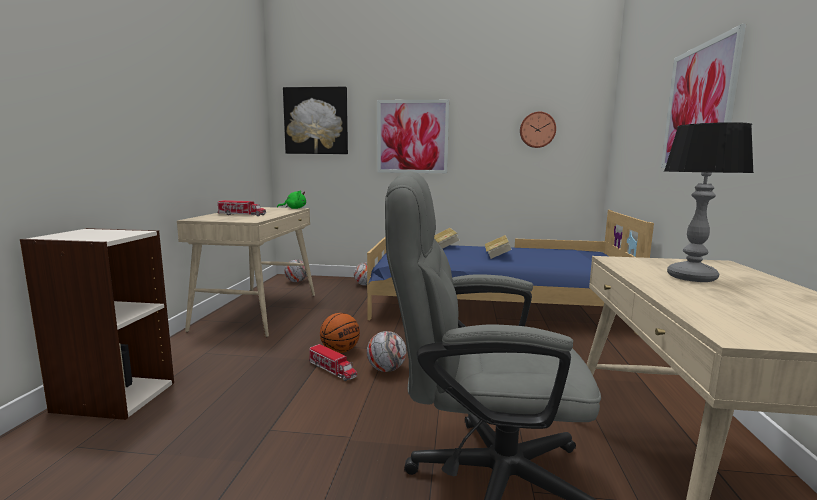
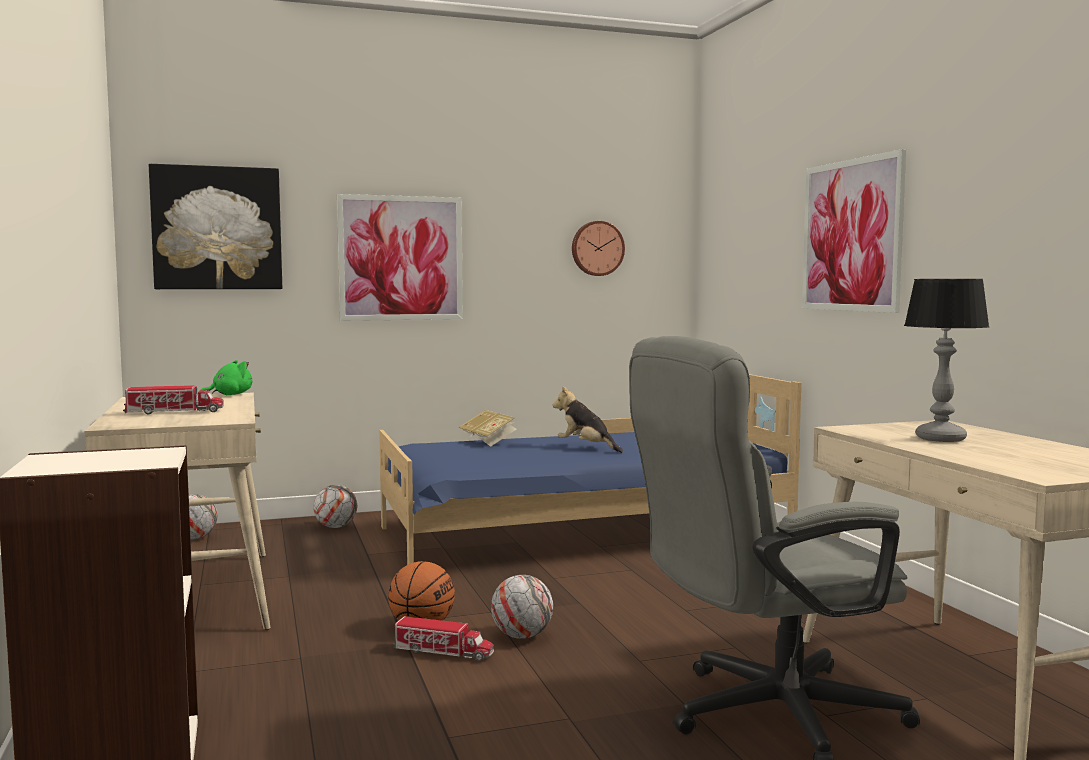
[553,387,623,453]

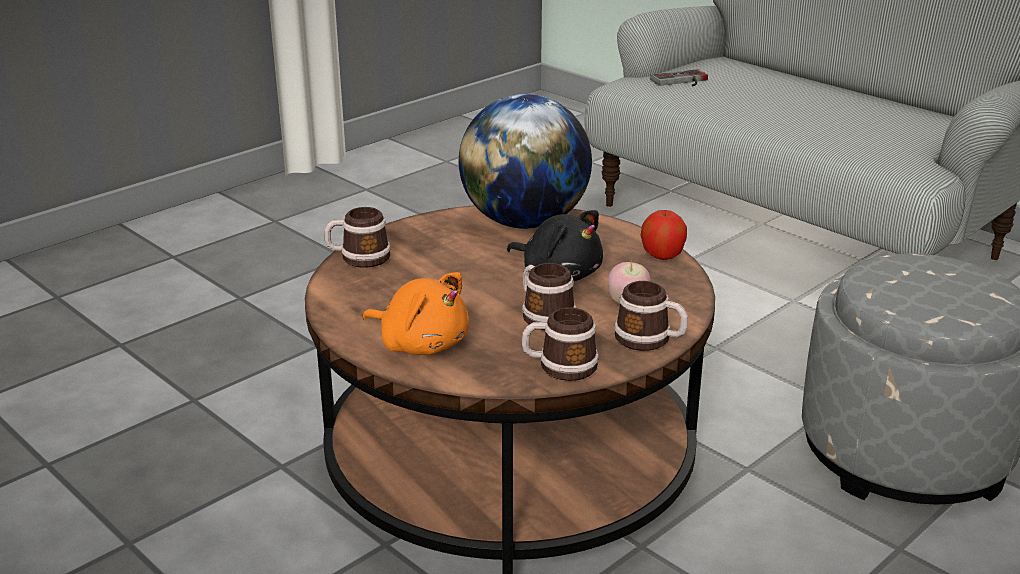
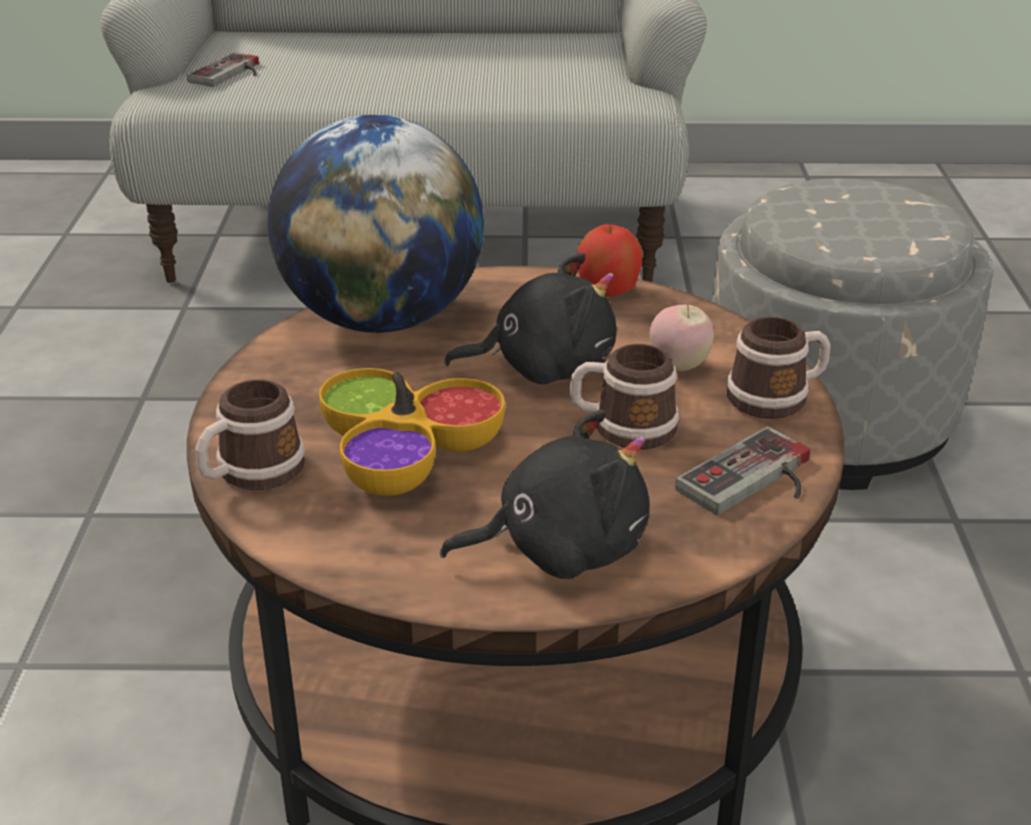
[440,410,649,579]
[675,426,810,515]
[319,368,505,496]

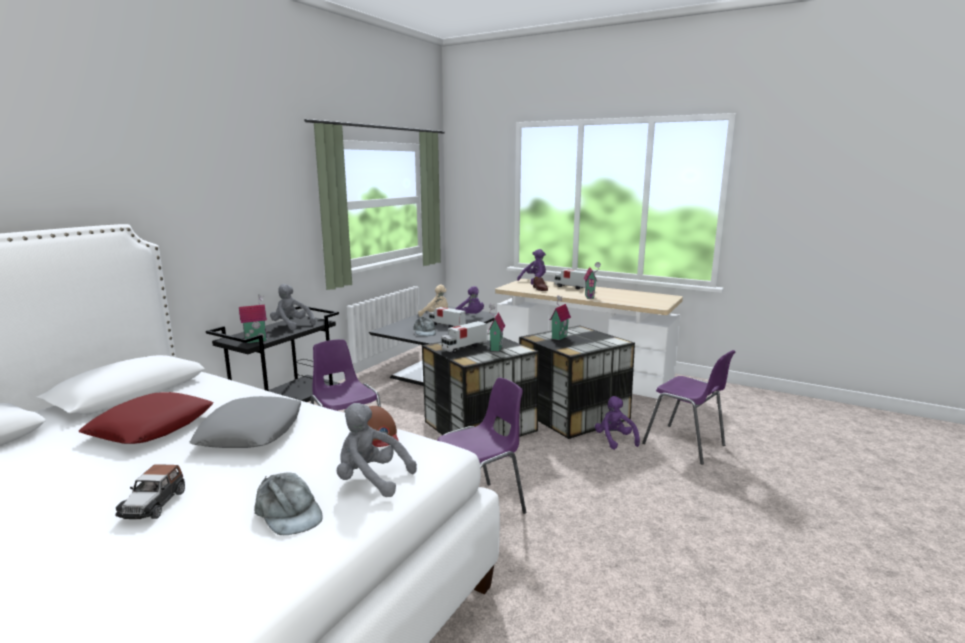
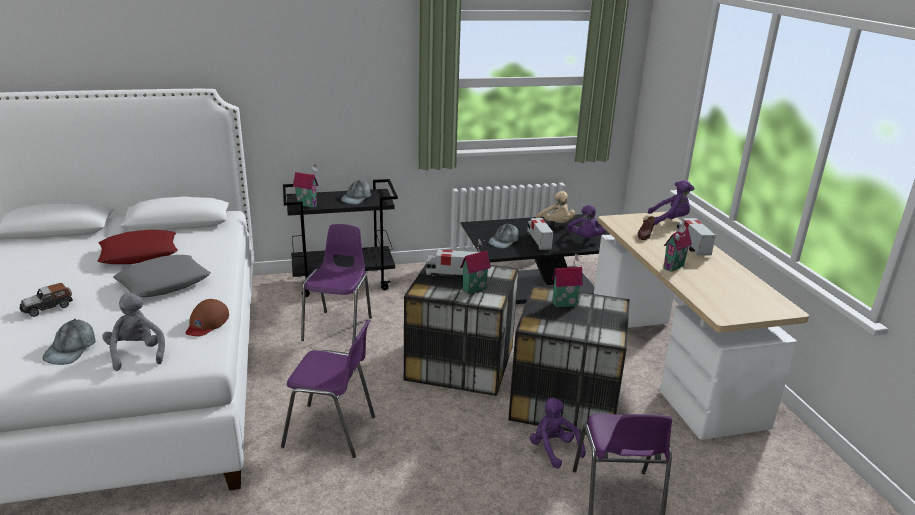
[341,180,371,205]
[530,398,586,469]

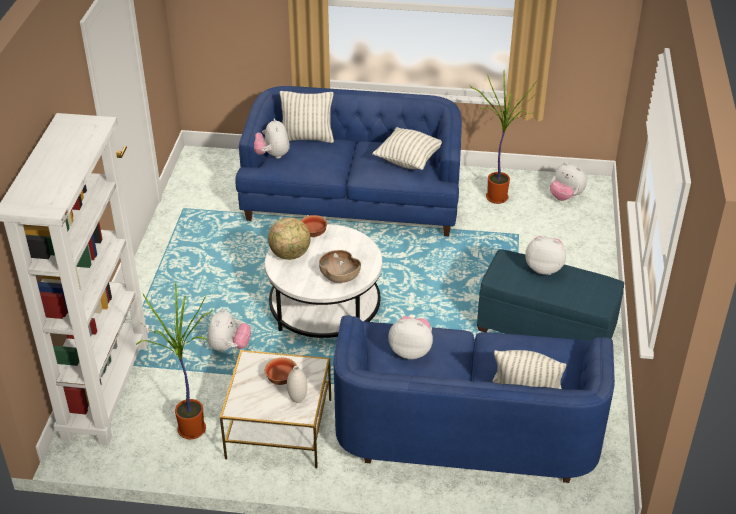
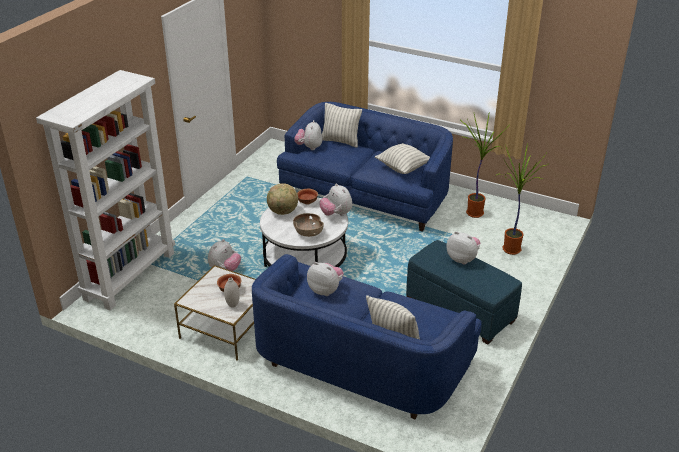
[496,143,550,255]
[320,183,352,216]

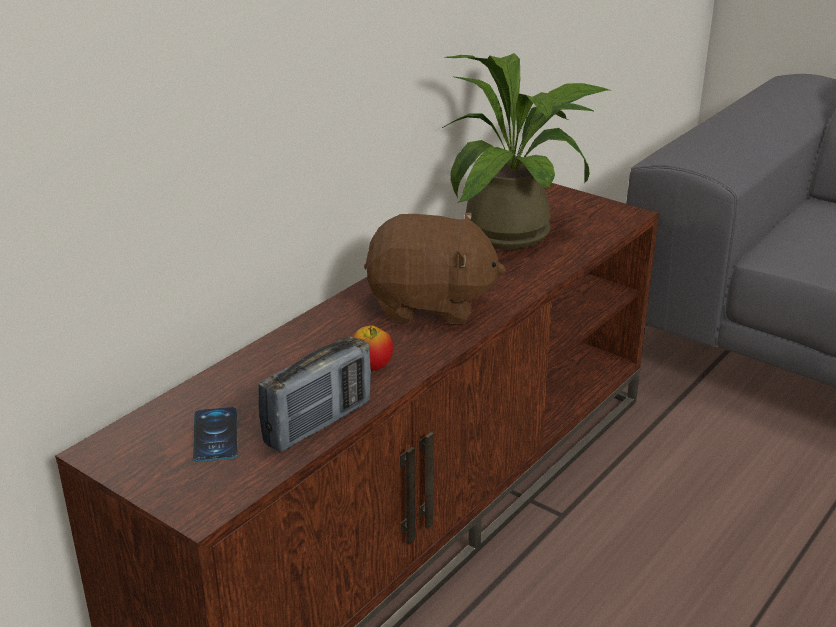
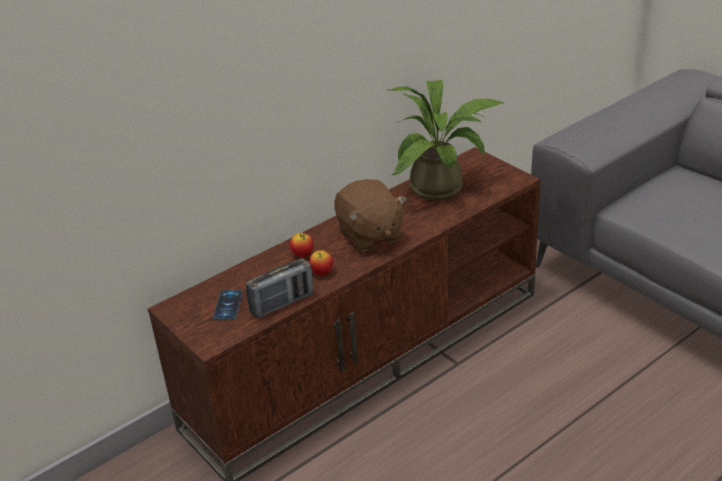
[334,179,407,252]
[290,233,314,257]

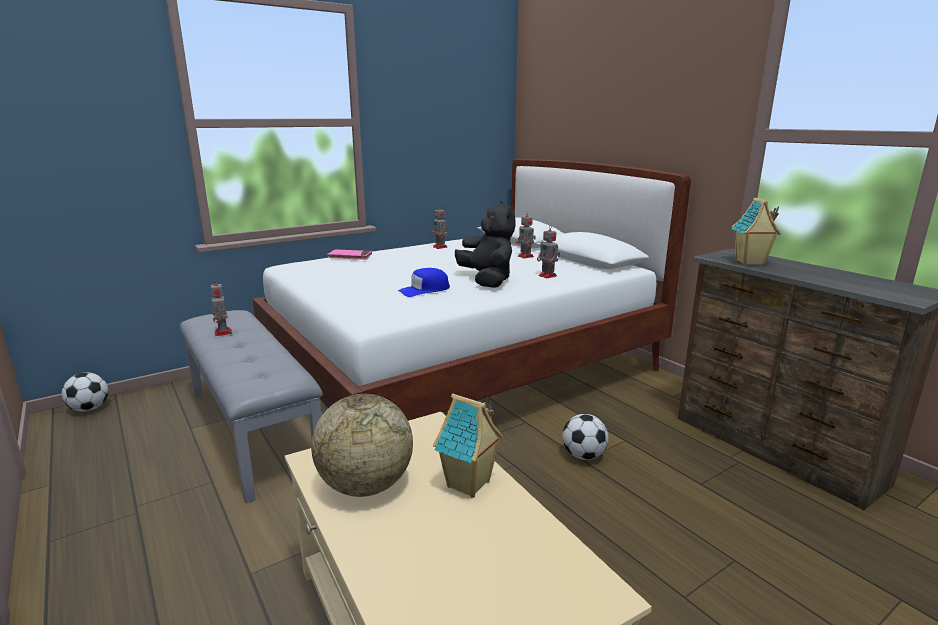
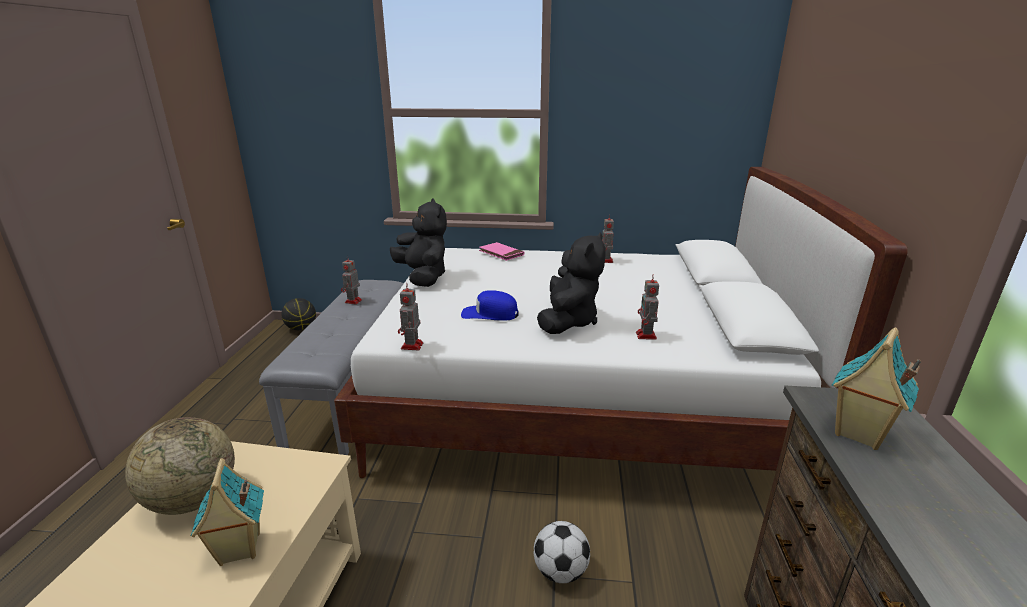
[281,298,316,330]
[398,283,423,350]
[390,198,447,287]

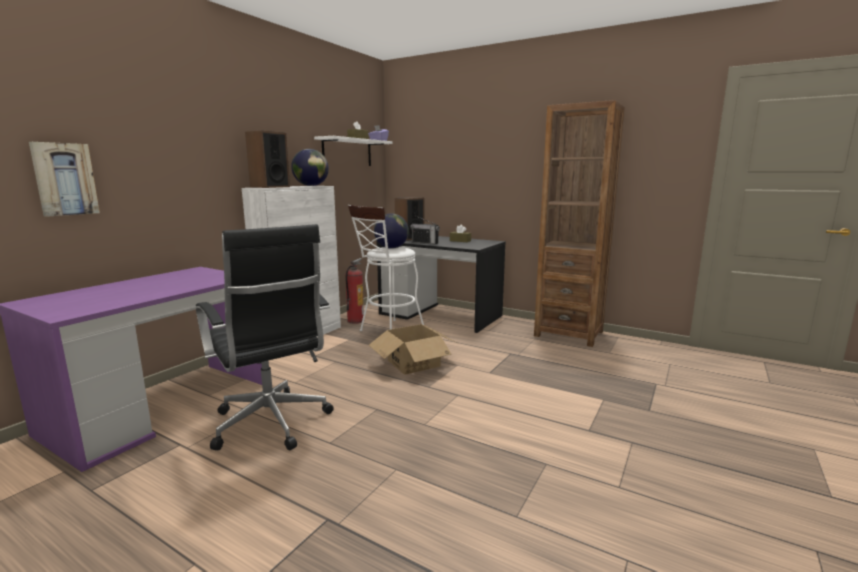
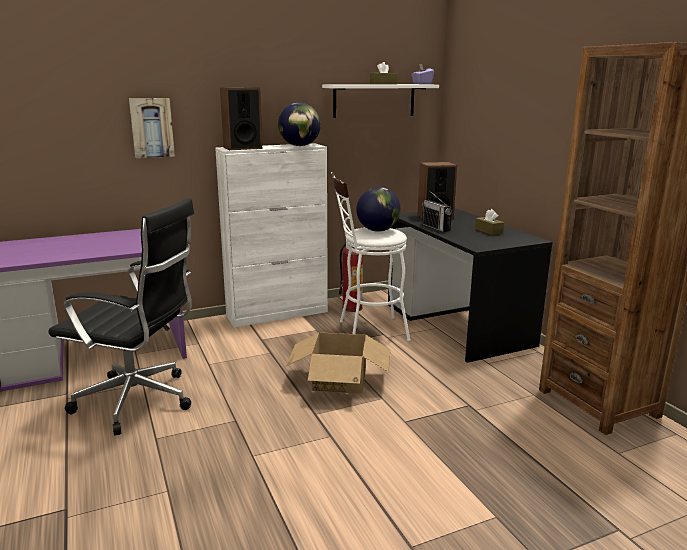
[129,98,175,158]
[48,198,194,436]

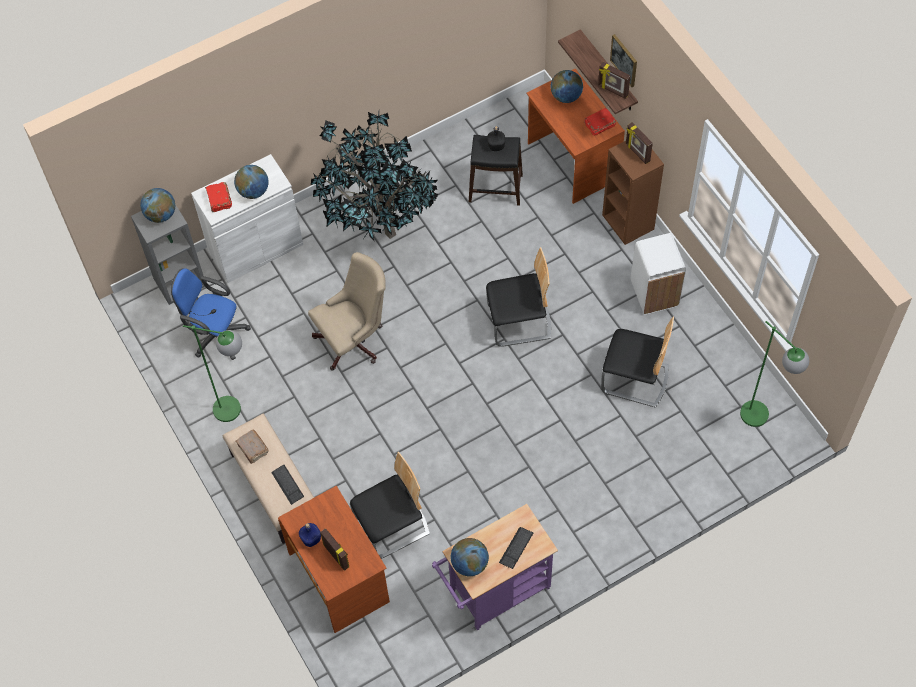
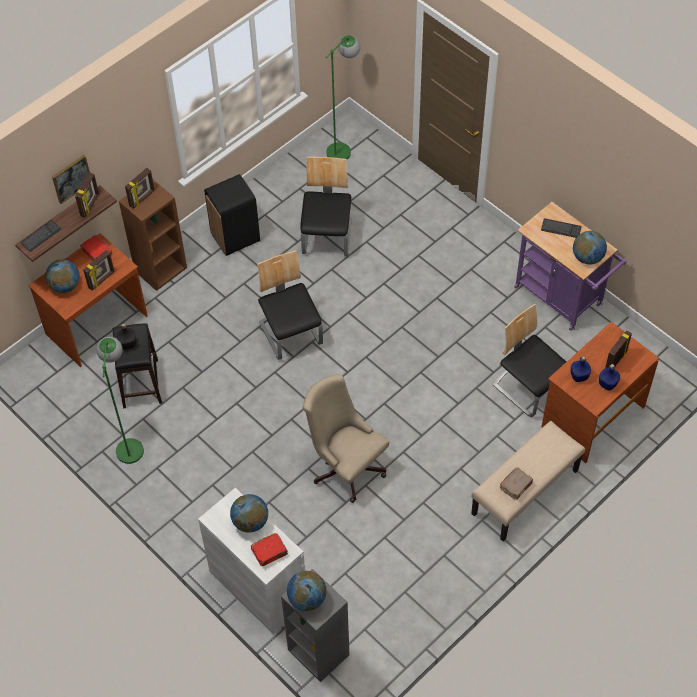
[171,268,251,360] (first image)
[96,337,144,464]
[21,220,61,252]
[311,112,438,240] (first image)
[204,174,260,256]
[83,250,115,291]
[571,356,591,382]

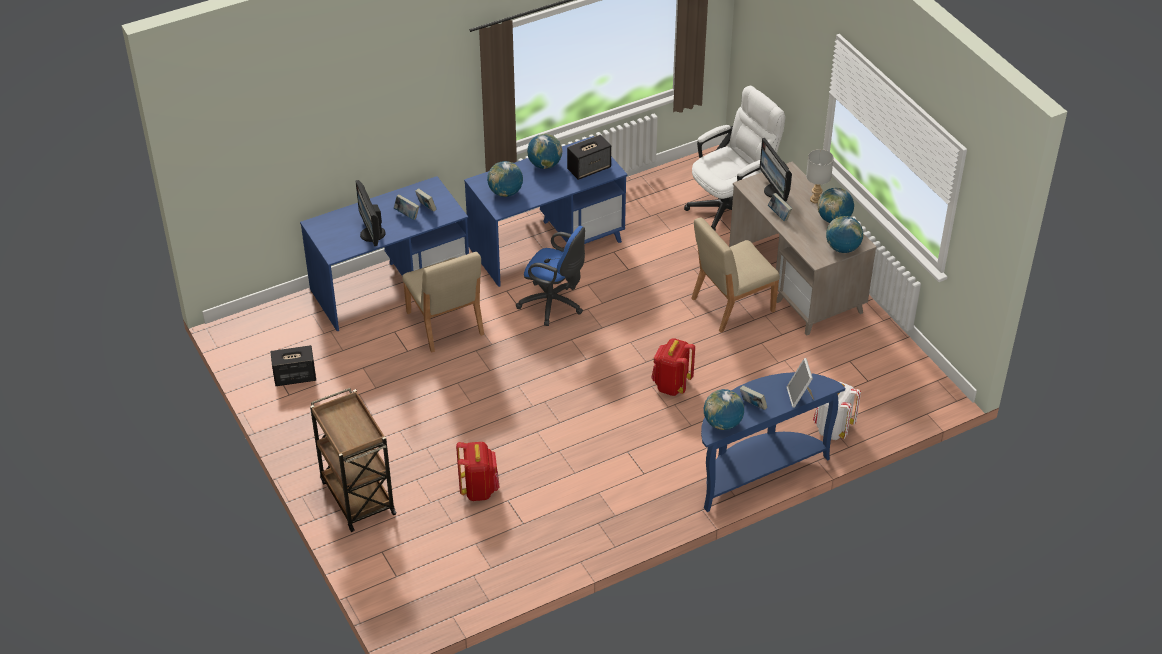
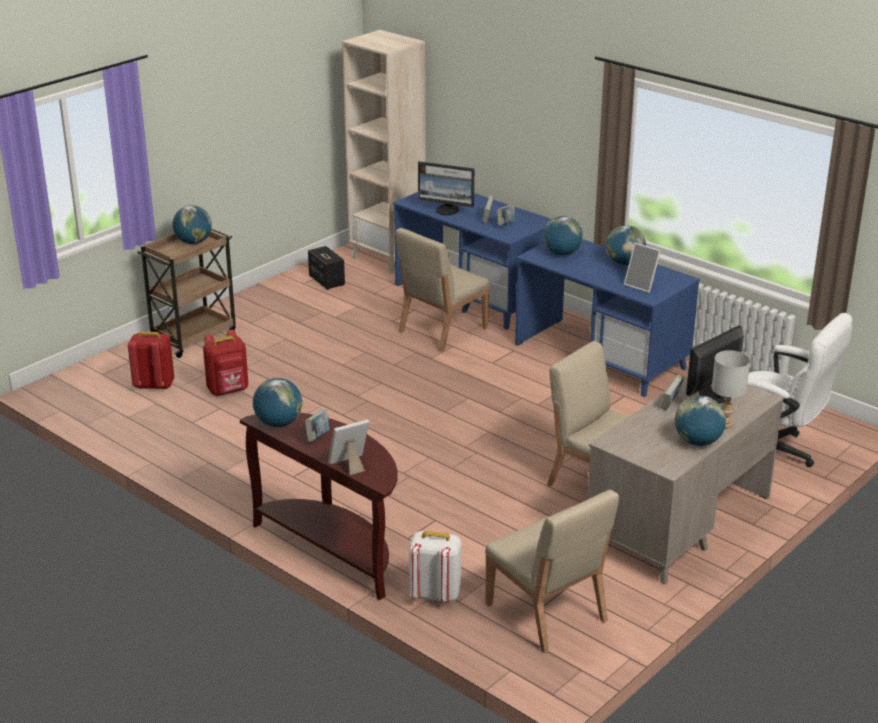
[418,161,474,215]
[516,226,585,326] (first image)
[624,243,661,293]
[128,332,174,390]
[240,413,398,600]
[173,205,212,244]
[342,30,426,274]
[485,490,619,653]

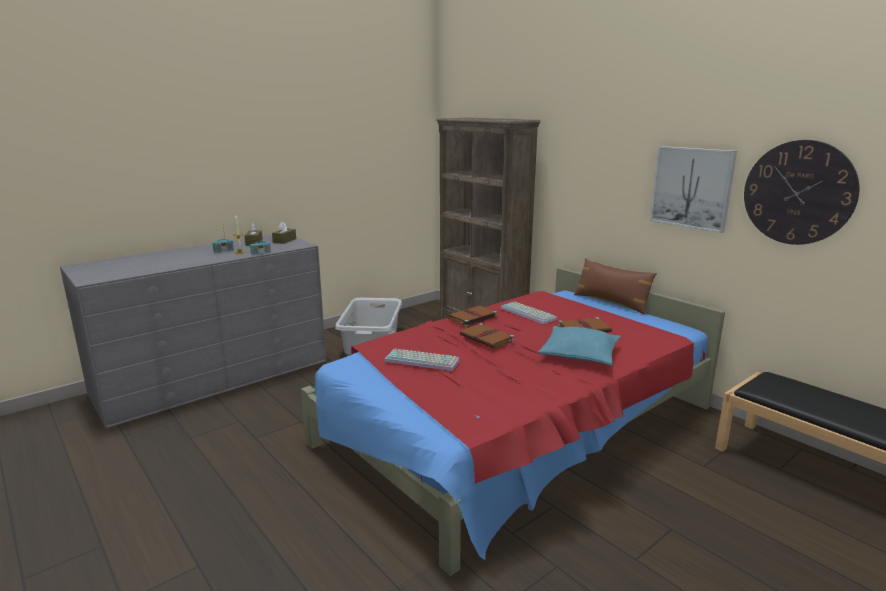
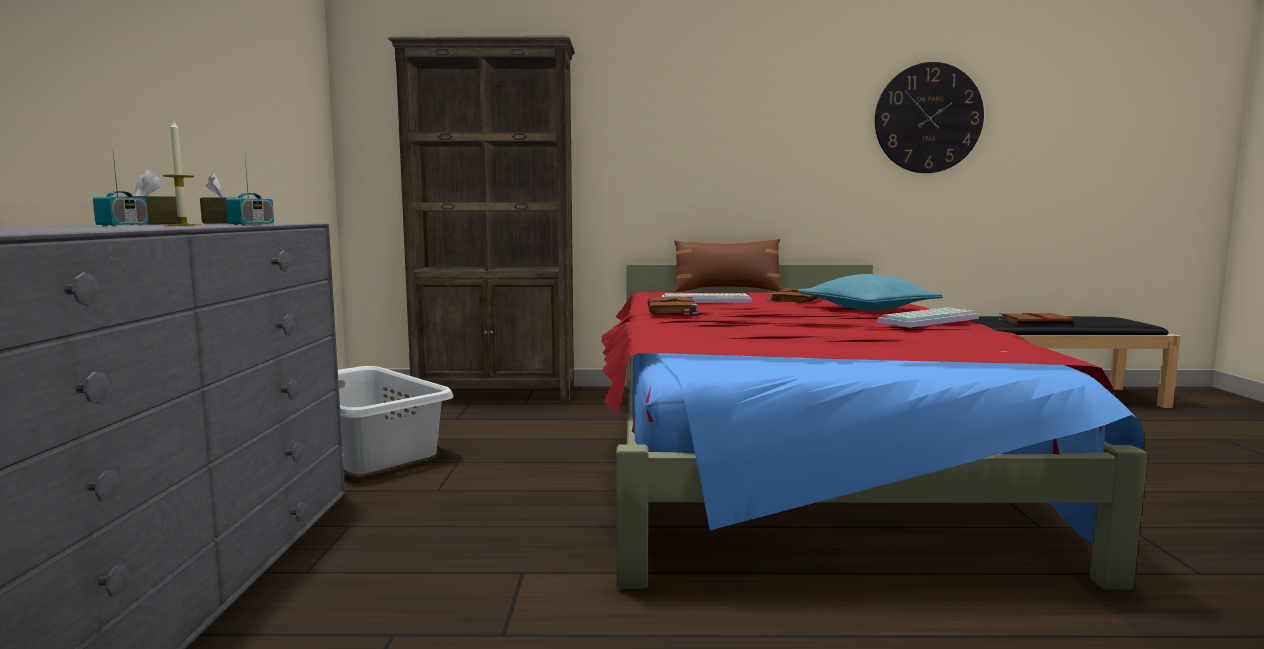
[876,308,979,328]
[999,313,1073,324]
[650,146,737,233] (first image)

